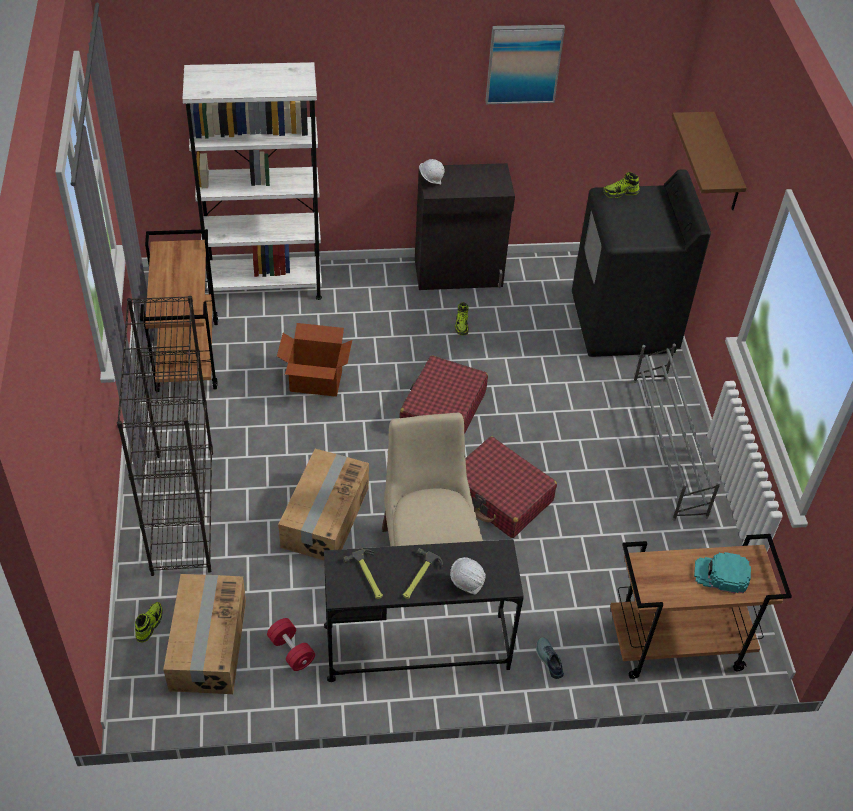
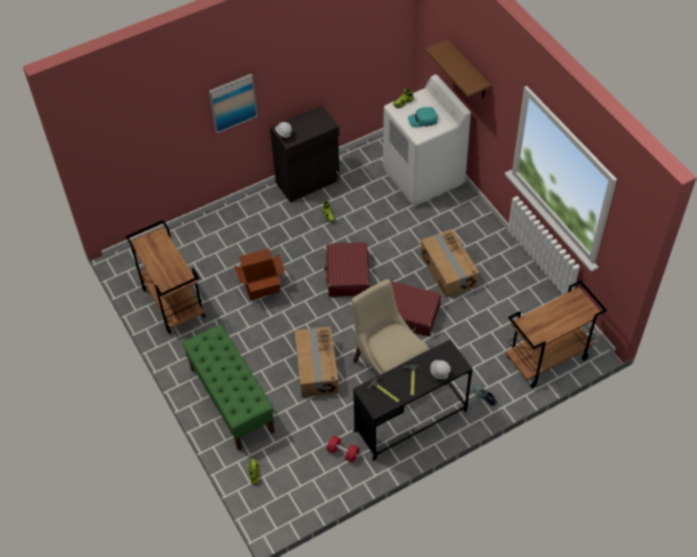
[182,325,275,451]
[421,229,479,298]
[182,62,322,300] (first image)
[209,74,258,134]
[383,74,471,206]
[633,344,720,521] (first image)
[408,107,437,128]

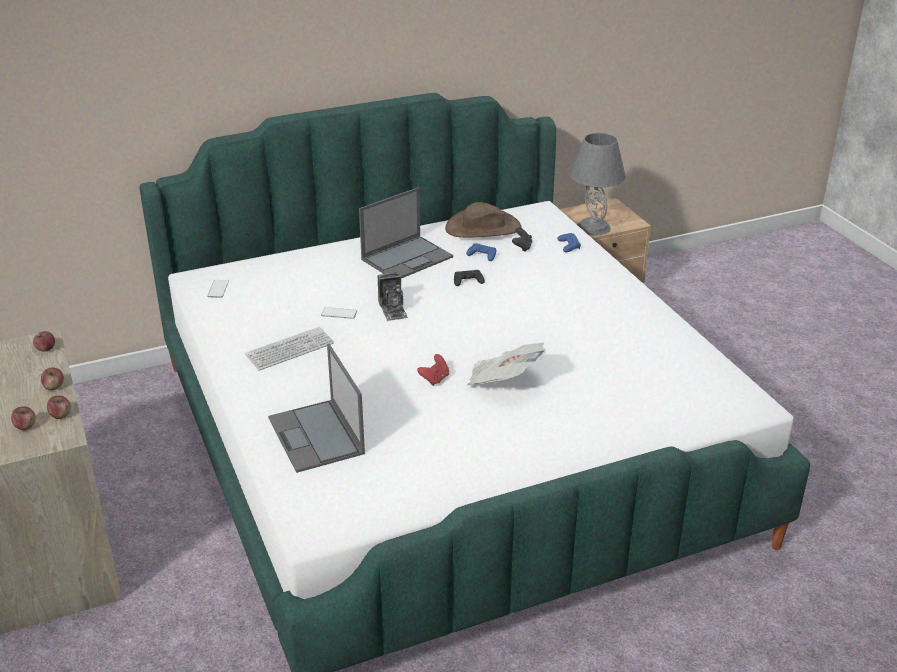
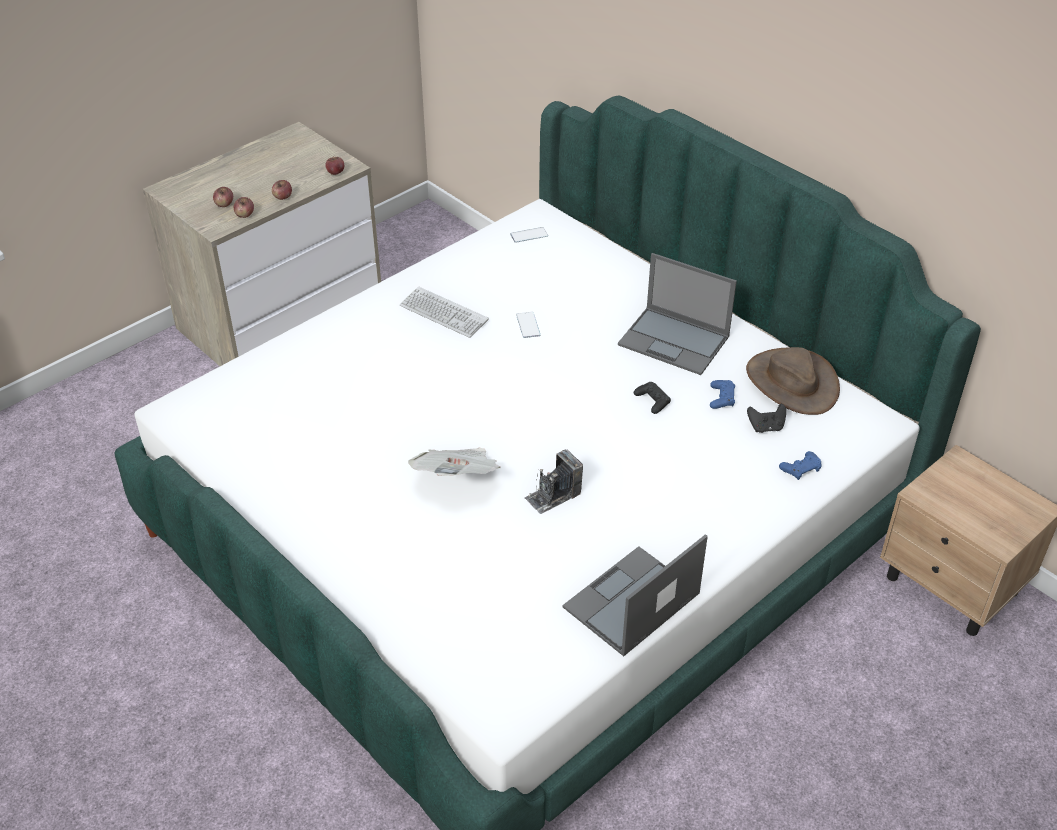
[563,534,708,656]
[525,450,583,514]
[417,354,449,386] (first image)
[570,133,626,235] (first image)

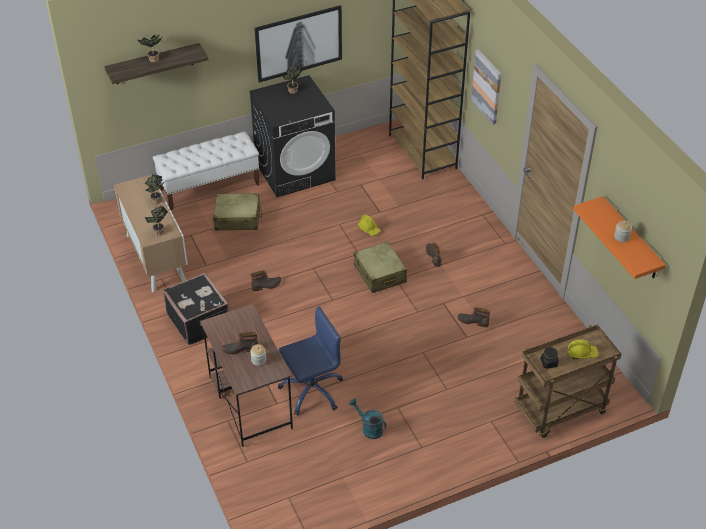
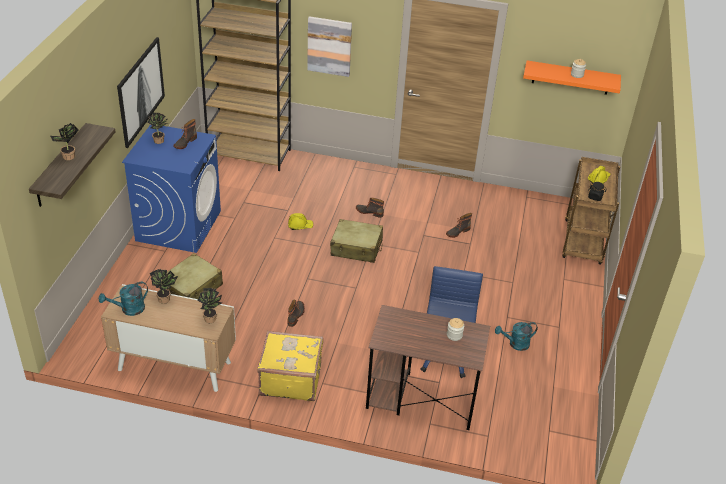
[153,131,259,210] (first image)
[257,331,323,401]
[173,119,197,149]
[122,124,221,253]
[99,282,148,316]

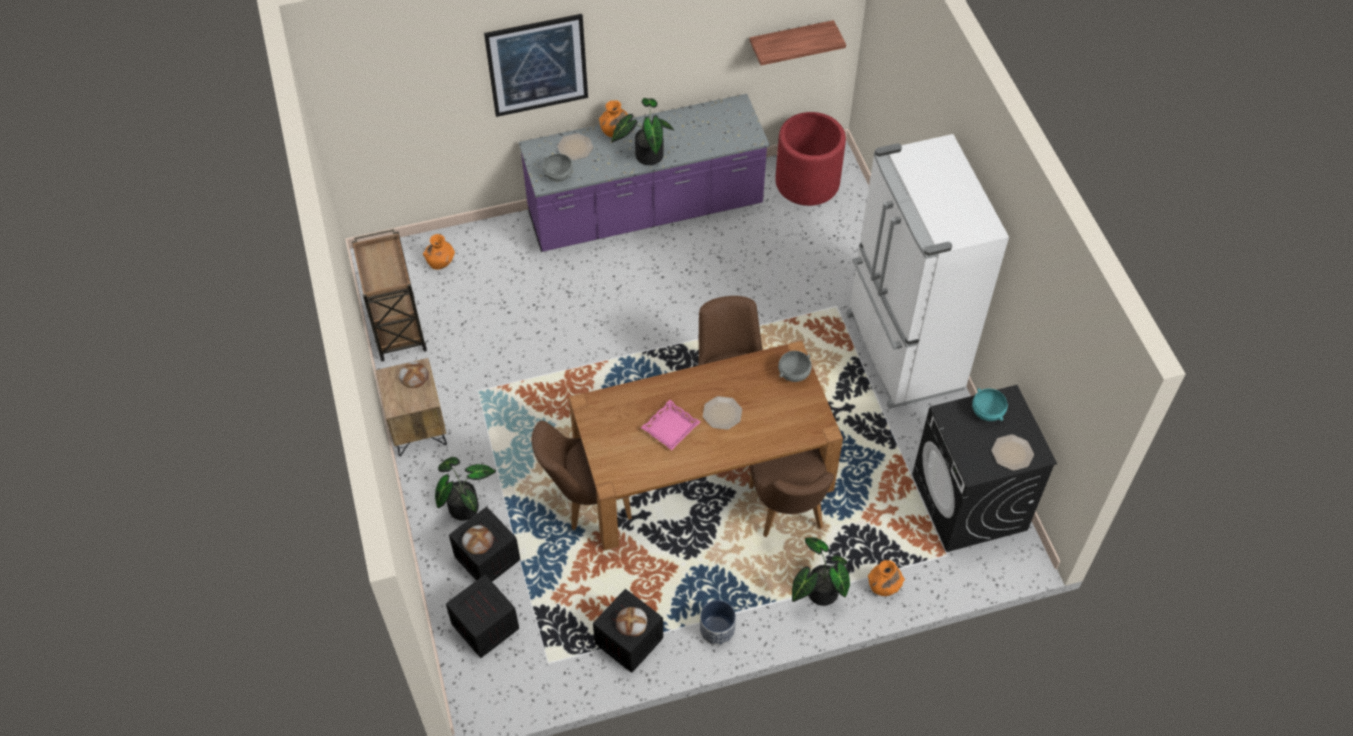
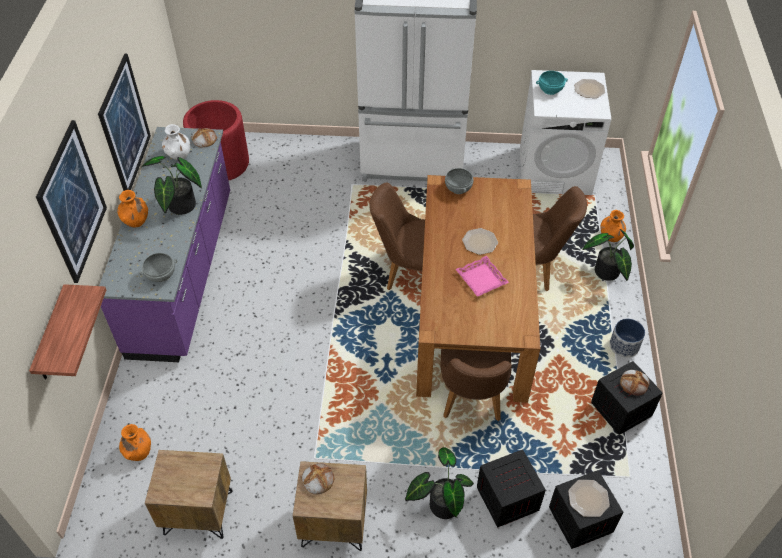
[145,450,232,539]
[192,128,217,148]
[568,480,610,517]
[29,284,106,379]
[520,70,611,195]
[98,54,151,191]
[162,124,190,160]

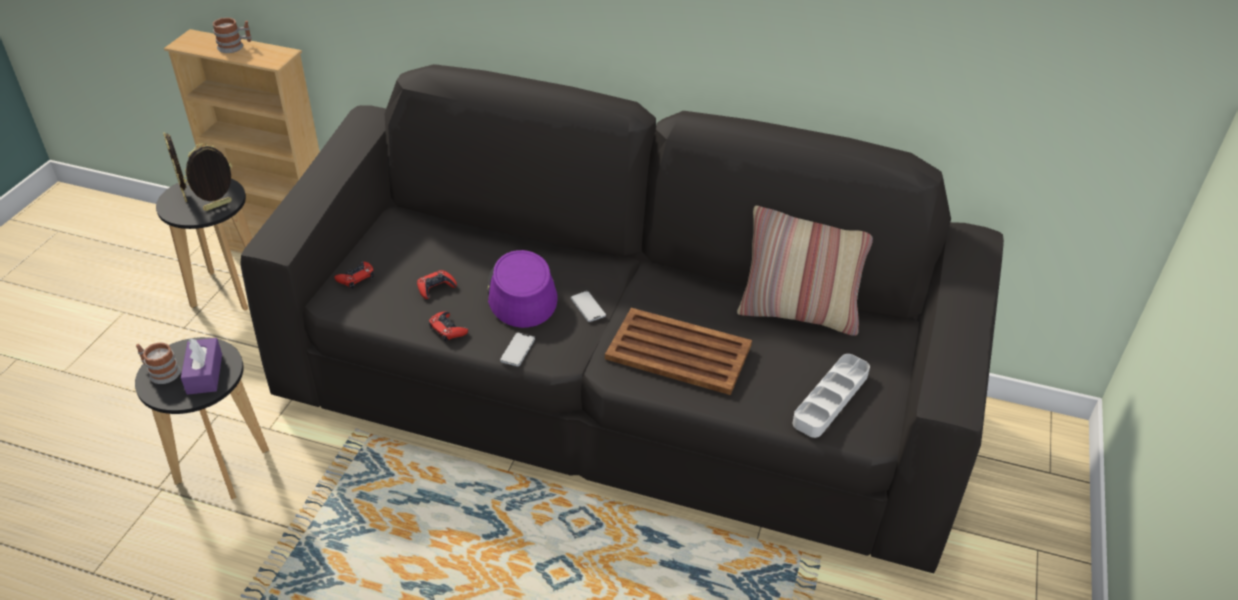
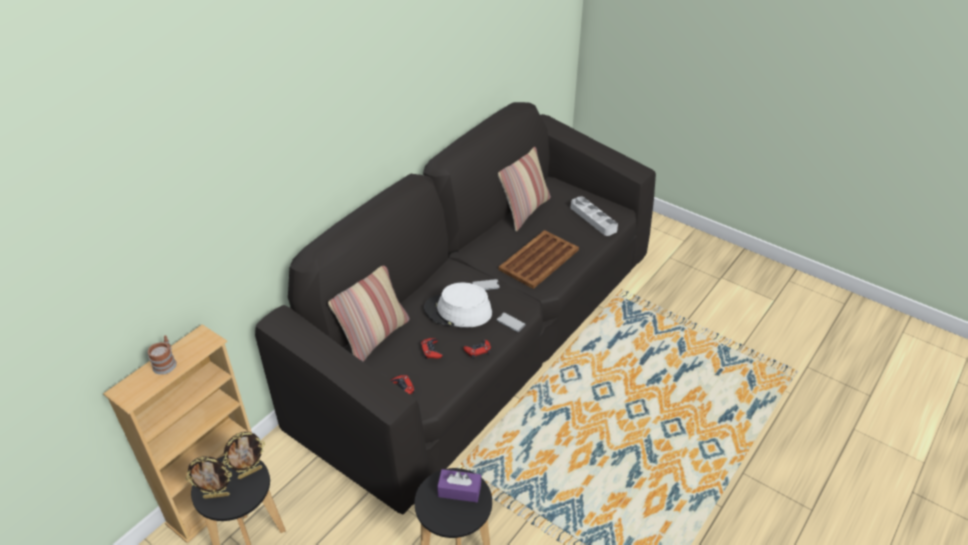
[136,342,181,384] (first image)
[223,432,265,479]
[424,283,492,327]
[328,266,410,361]

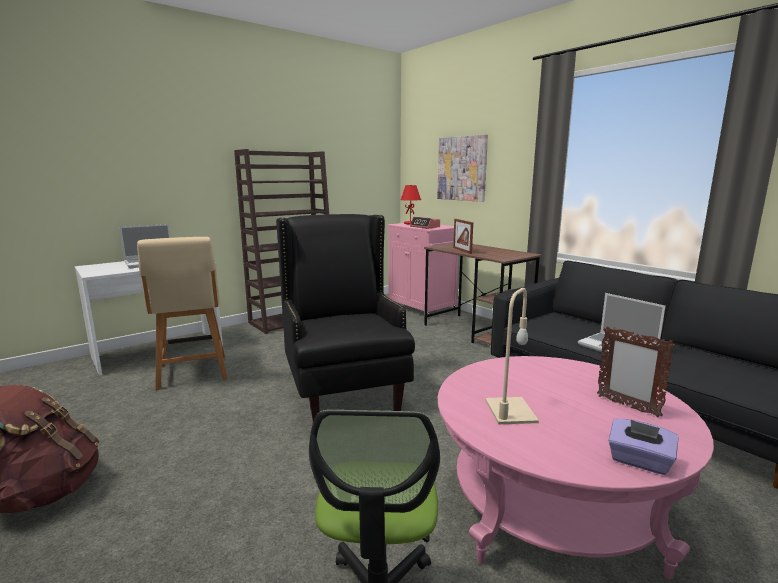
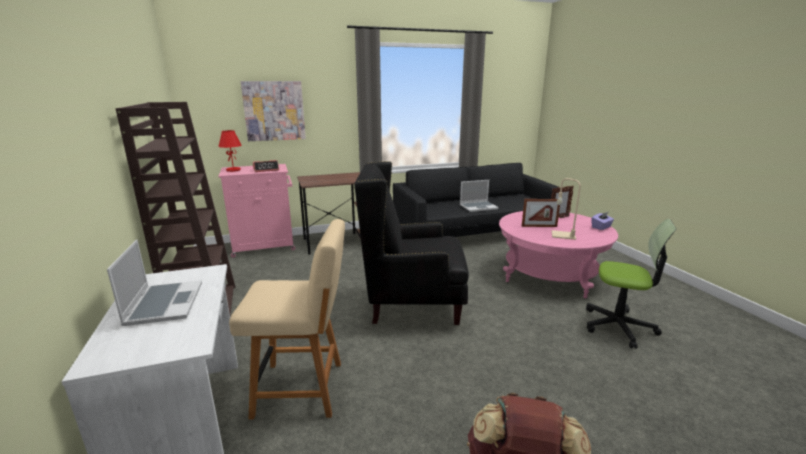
[522,199,560,227]

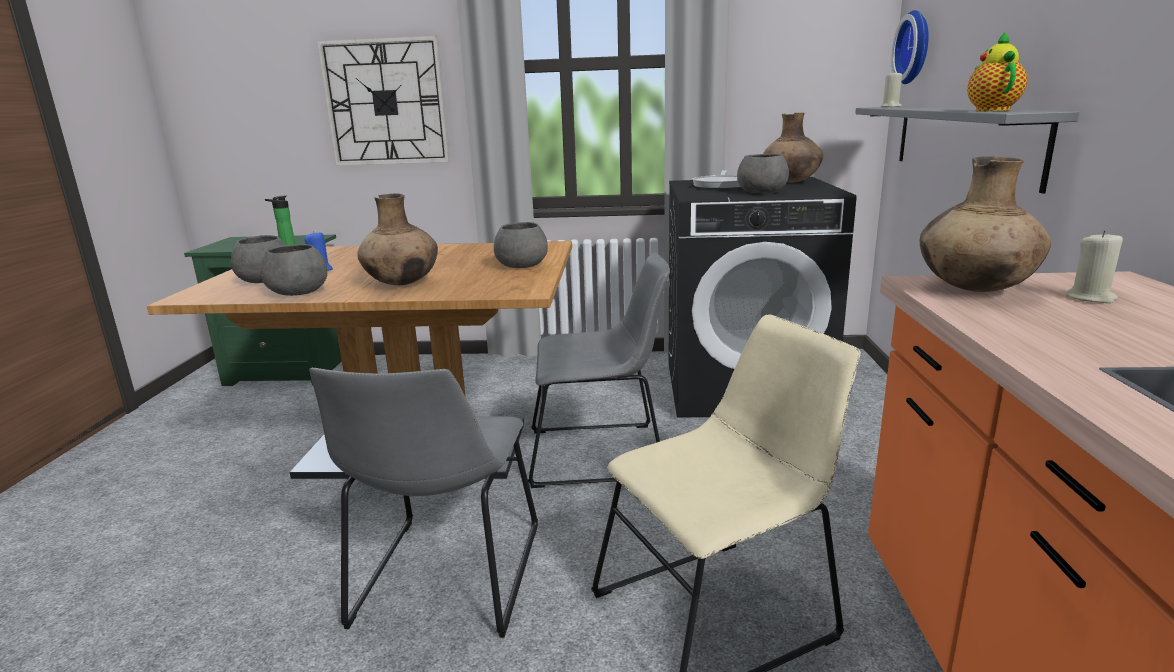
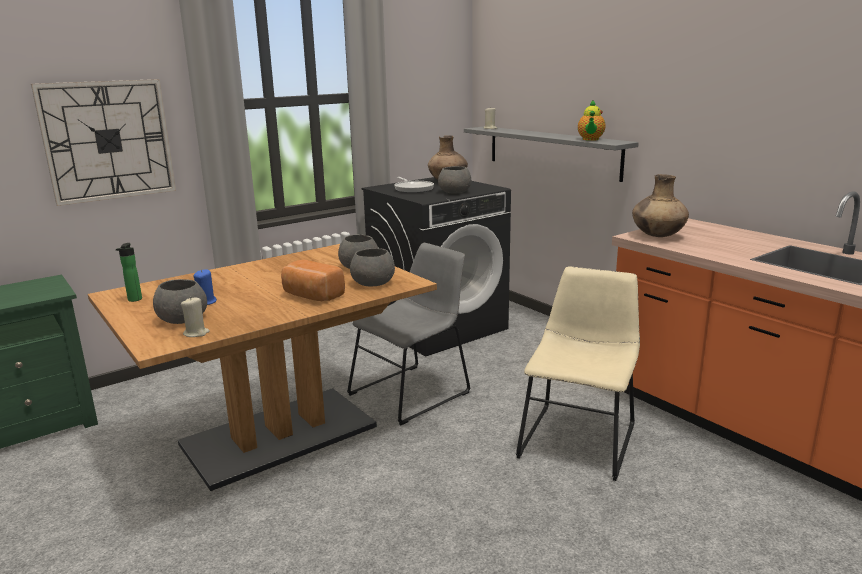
[350,248,395,286]
[309,368,538,638] (first image)
[281,259,345,301]
[891,10,929,84] (first image)
[578,100,605,141]
[181,297,210,337]

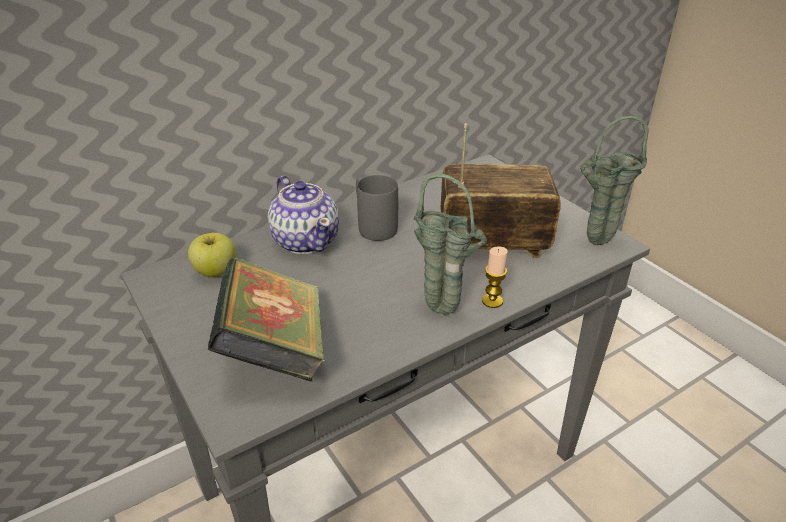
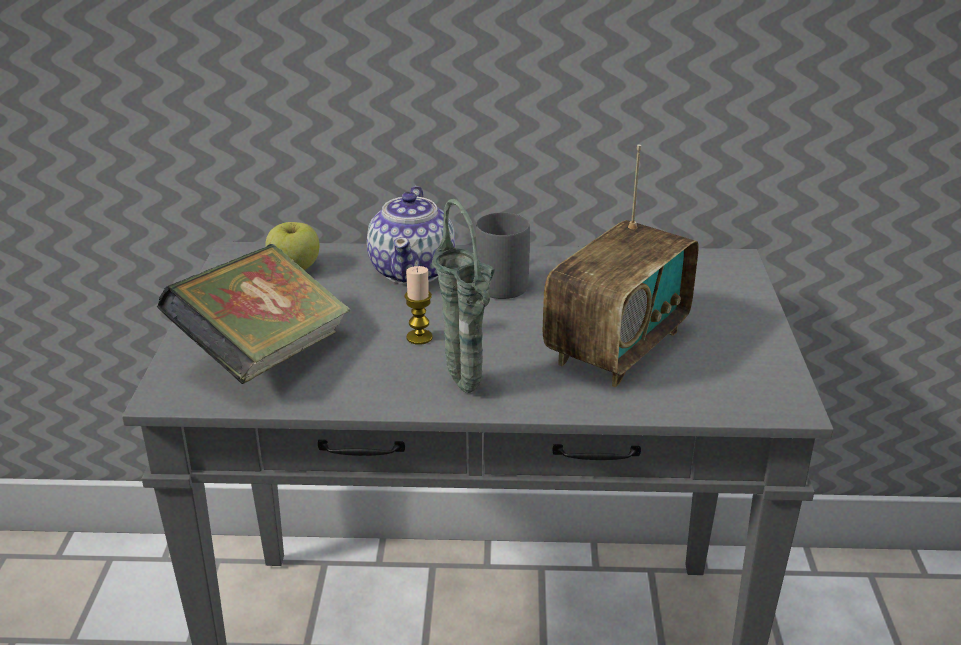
[543,145,699,388]
[405,266,433,345]
[580,116,649,245] (first image)

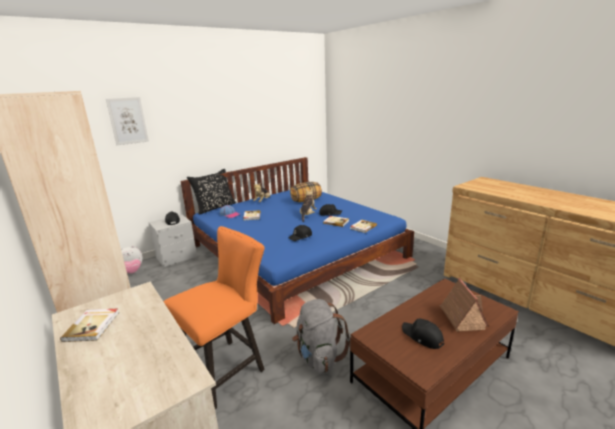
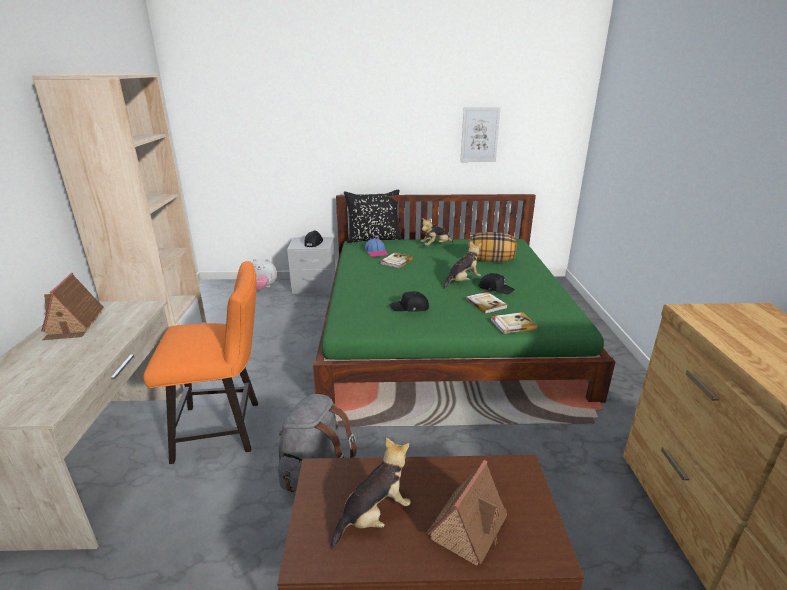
[41,273,104,340]
[460,108,501,162]
[313,194,616,405]
[330,438,411,549]

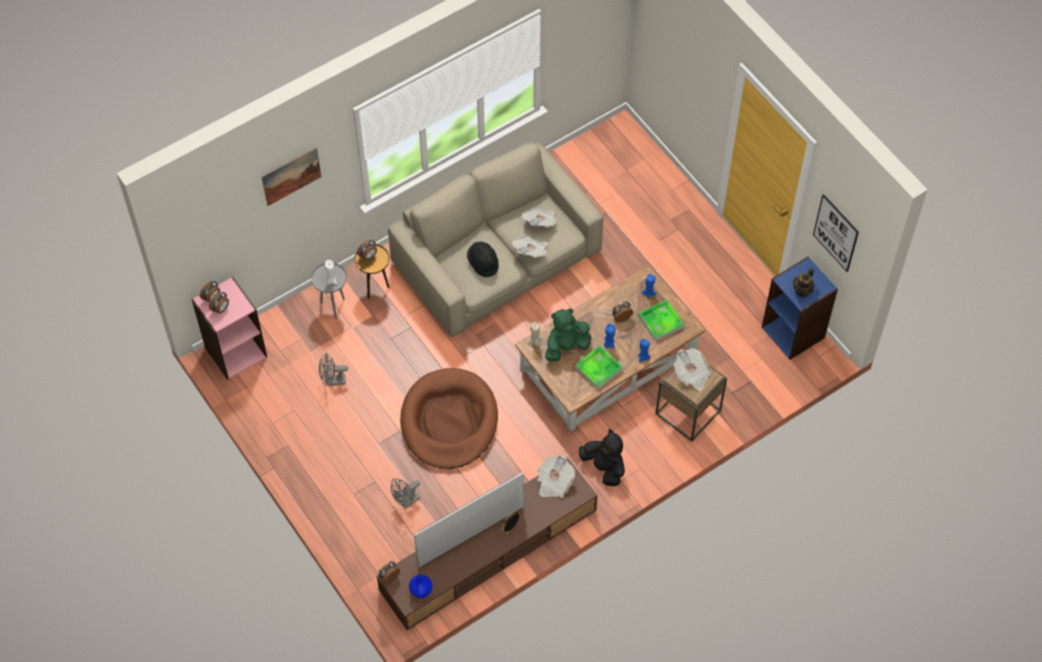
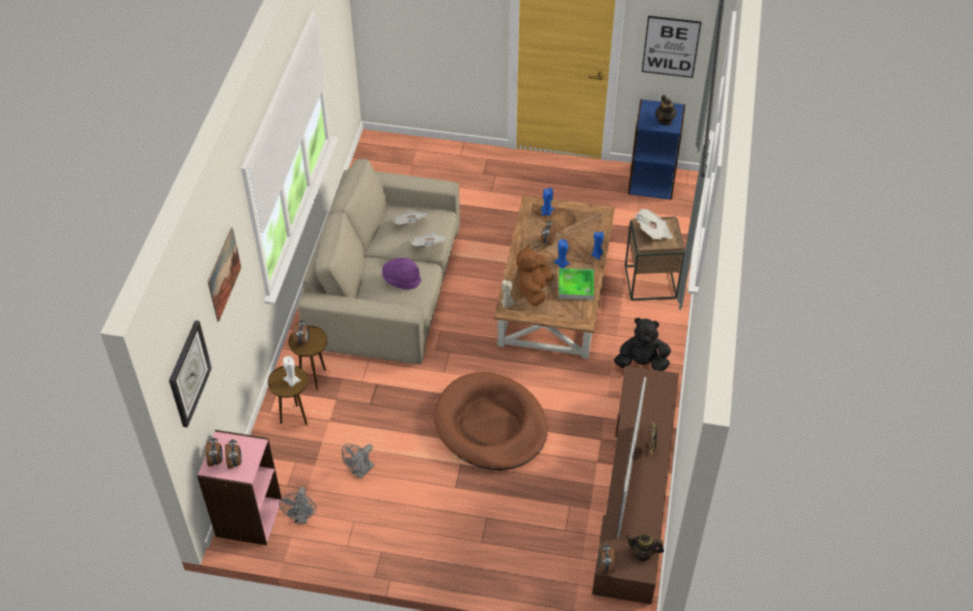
[268,366,308,425]
[279,487,316,524]
[626,533,664,561]
[382,258,421,290]
[537,455,575,497] (first image)
[517,244,553,306]
[638,300,684,341] (first image)
[169,320,212,428]

